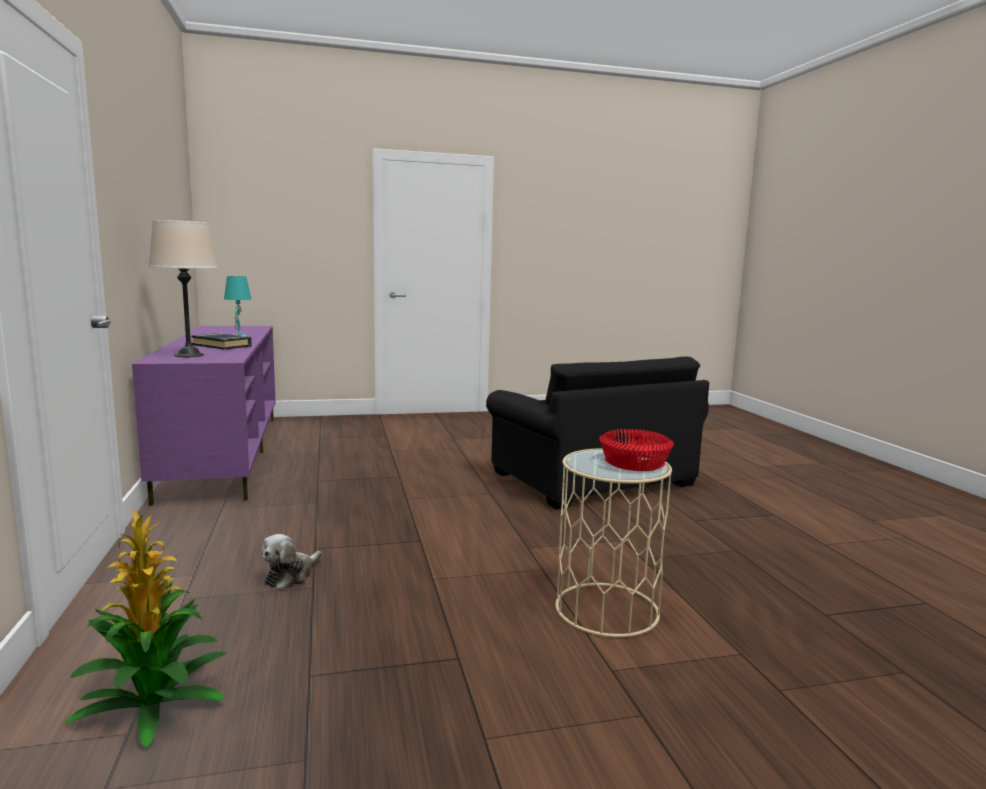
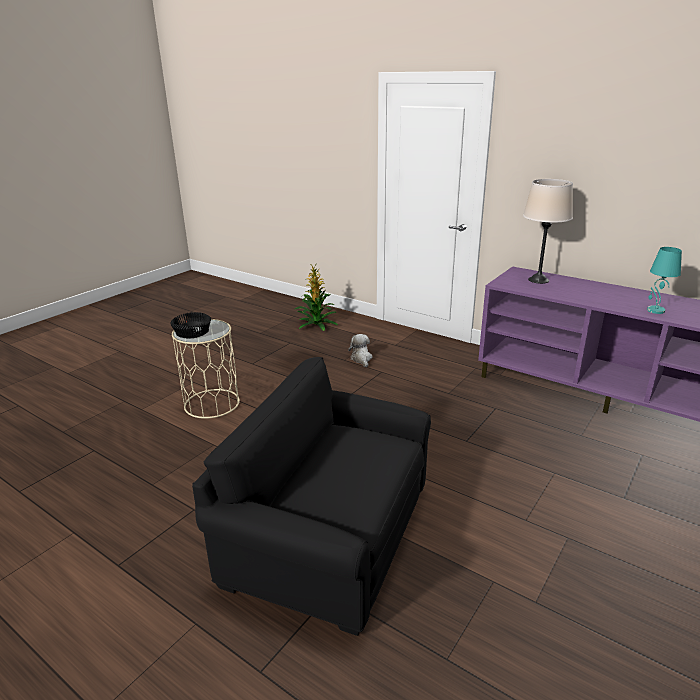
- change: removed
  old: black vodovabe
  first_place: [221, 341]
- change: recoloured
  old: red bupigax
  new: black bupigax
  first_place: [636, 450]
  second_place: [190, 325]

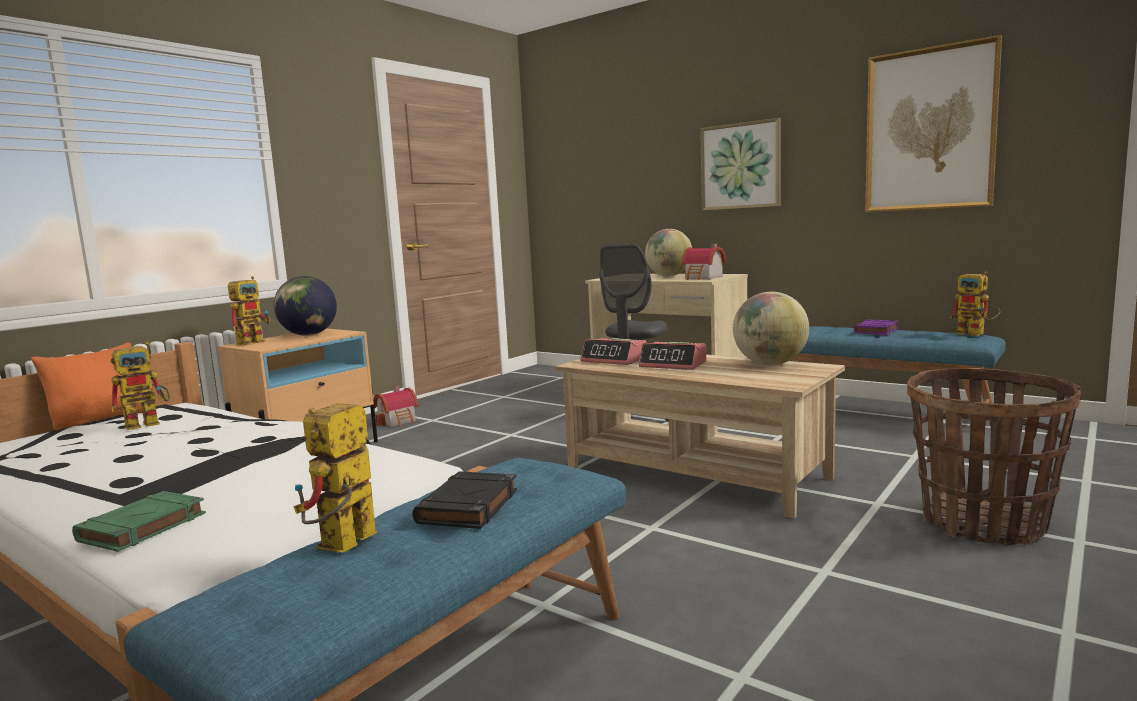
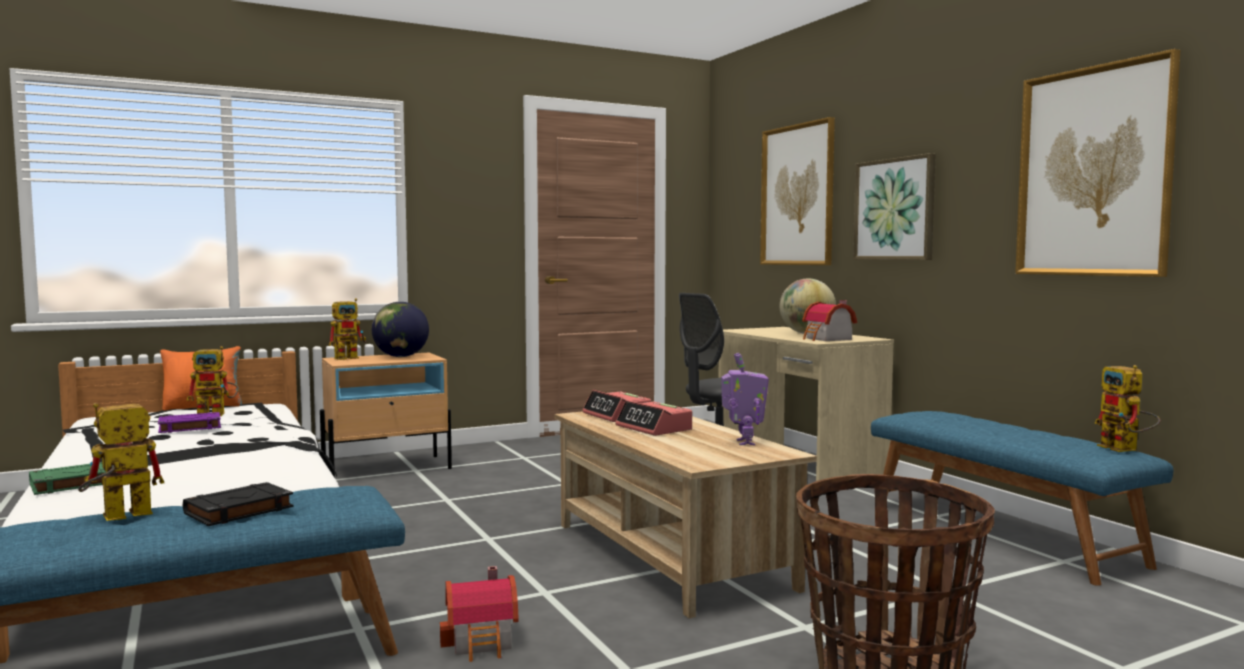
- change: moved
  old: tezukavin
  first_place: [395, 406]
  second_place: [479, 614]
- change: replaced
  old: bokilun
  new: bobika
  first_place: [771, 328]
  second_place: [745, 399]
- change: moved
  old: purple vodovabe
  first_place: [876, 327]
  second_place: [189, 422]
- change: added
  new: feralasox
  second_place: [797, 191]

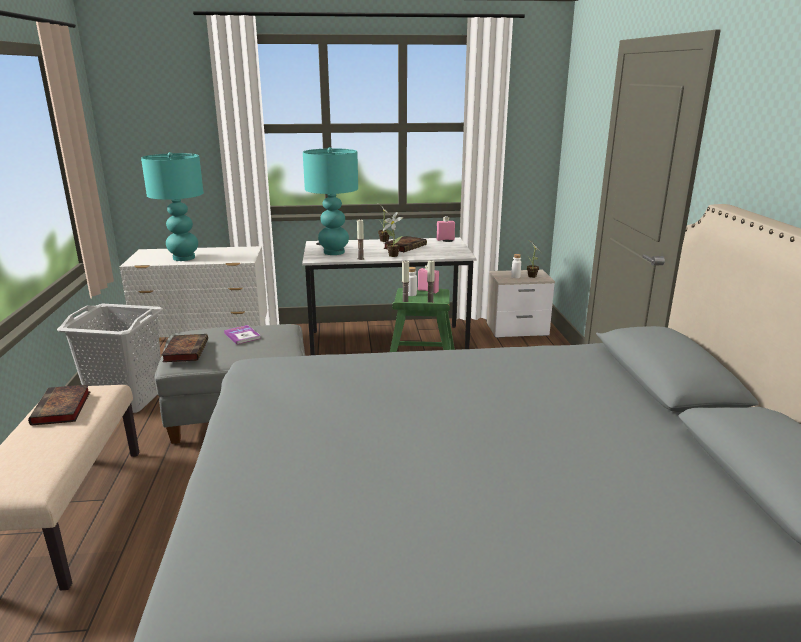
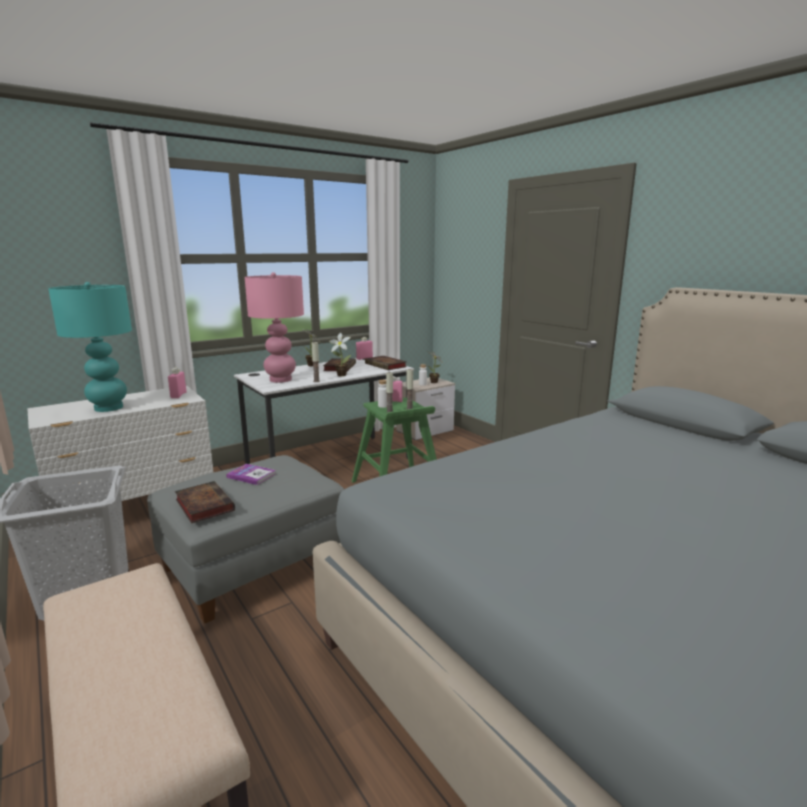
- change: moved
  old: vodovabe
  first_place: [59, 405]
  second_place: [386, 363]
- change: recoloured
  old: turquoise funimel
  new: pink funimel
  first_place: [330, 201]
  second_place: [274, 327]
- change: added
  new: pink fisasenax
  second_place: [177, 383]

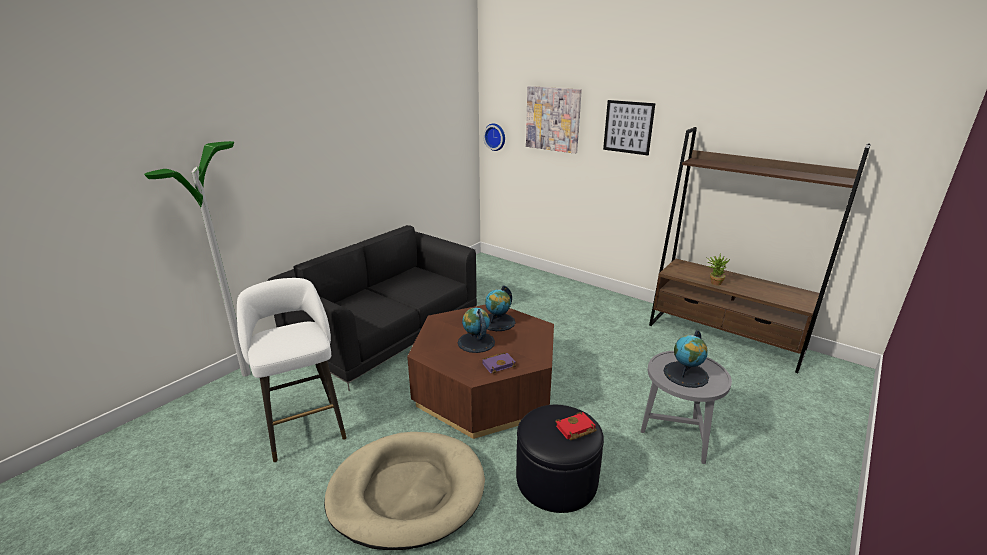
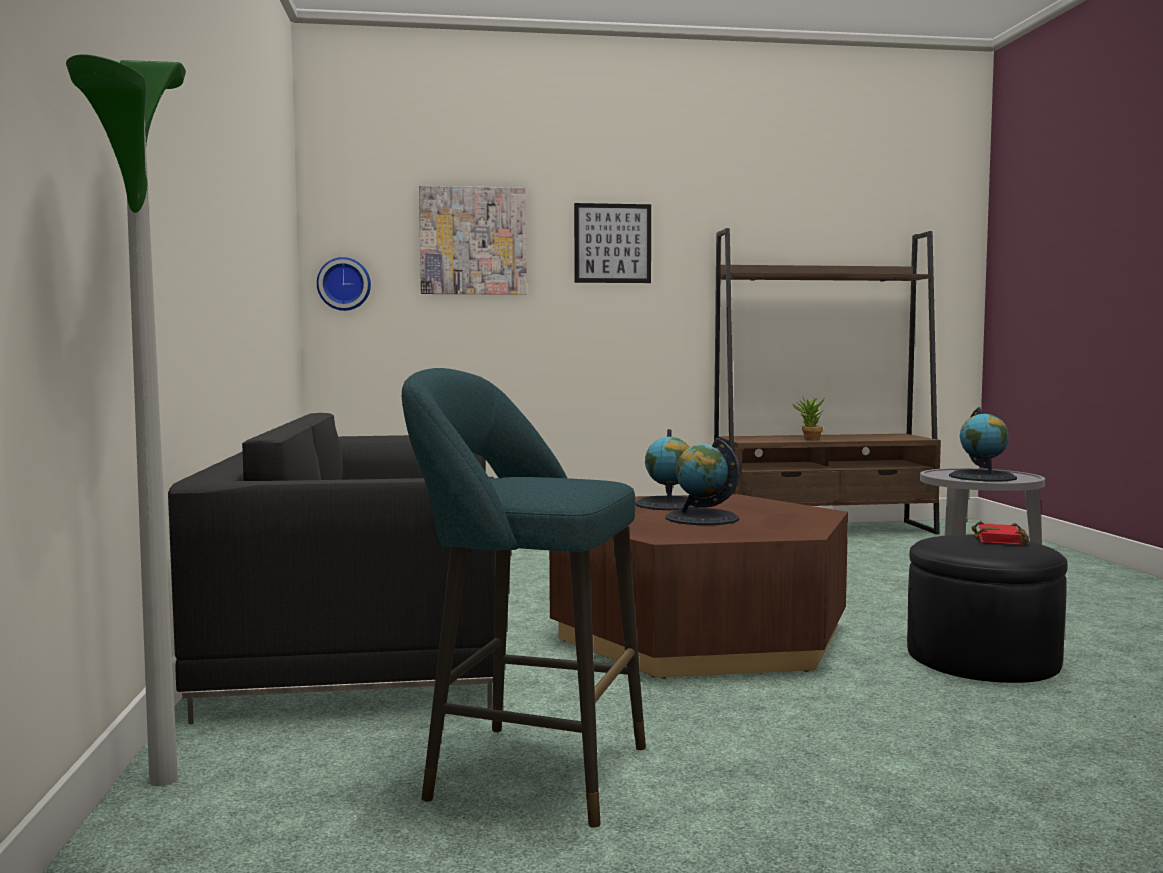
- change: recoloured
  old: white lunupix
  new: turquoise lunupix
  first_place: [292, 370]
  second_place: [524, 597]
- change: removed
  old: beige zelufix
  first_place: [404, 491]
- change: removed
  old: purple vodovabe
  first_place: [499, 363]

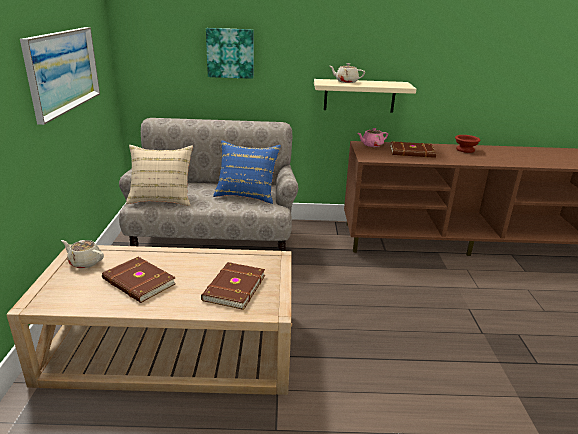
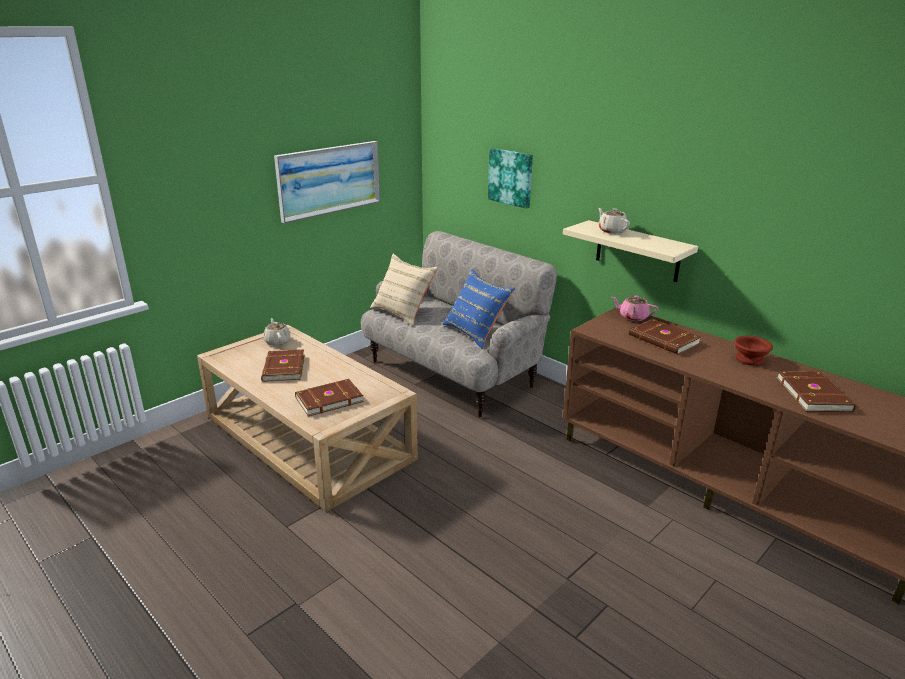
- change: added
  new: brown vodovabe
  second_place: [816, 391]

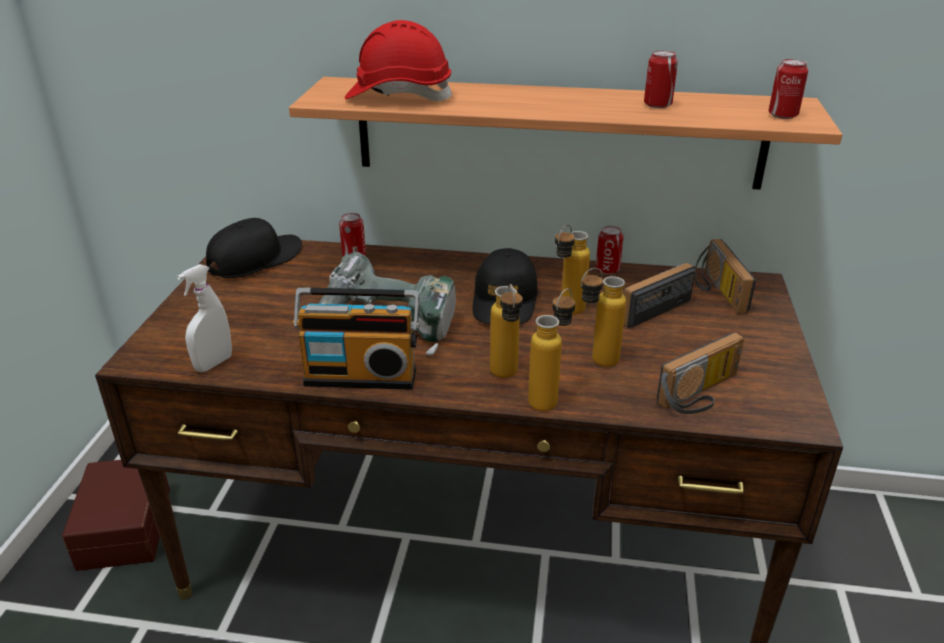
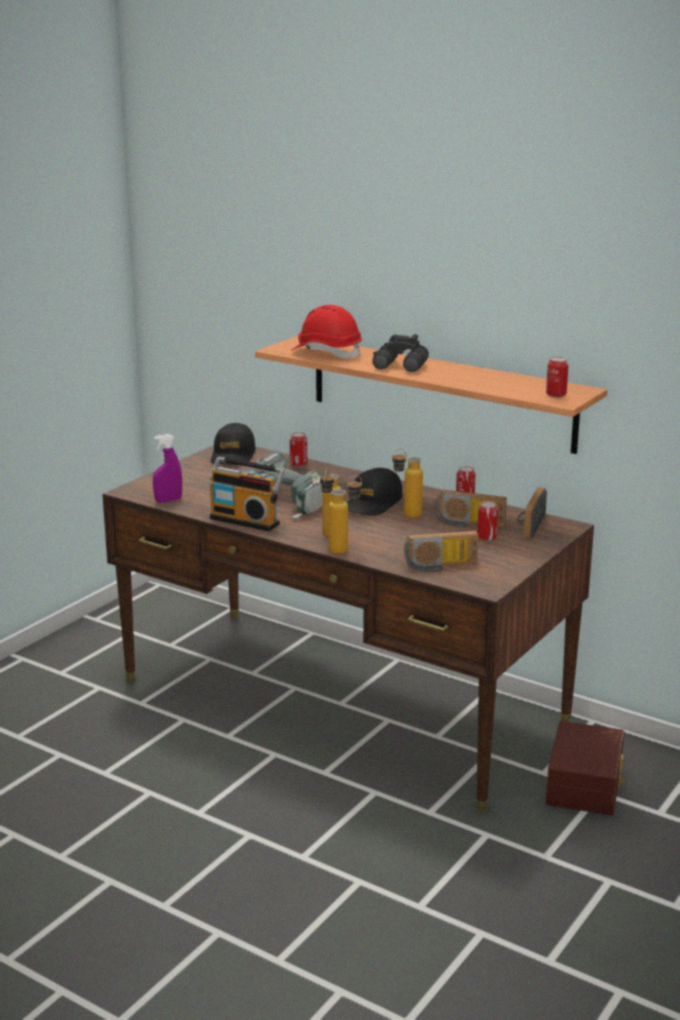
- change: moved
  old: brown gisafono
  first_place: [116, 515]
  second_place: [585, 768]
- change: recoloured
  old: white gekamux
  new: purple gekamux
  first_place: [204, 318]
  second_place: [167, 468]
- change: turned
  old: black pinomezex
  first_place: [254, 248]
  second_place: [233, 444]
  degrees: 120
- change: removed
  old: fisasenax
  first_place: [603, 317]
- change: turned
  old: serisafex
  first_place: [659, 295]
  second_place: [471, 508]
  degrees: -150
- change: moved
  old: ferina
  first_place: [661, 79]
  second_place: [487, 521]
- change: added
  new: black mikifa
  second_place: [400, 353]

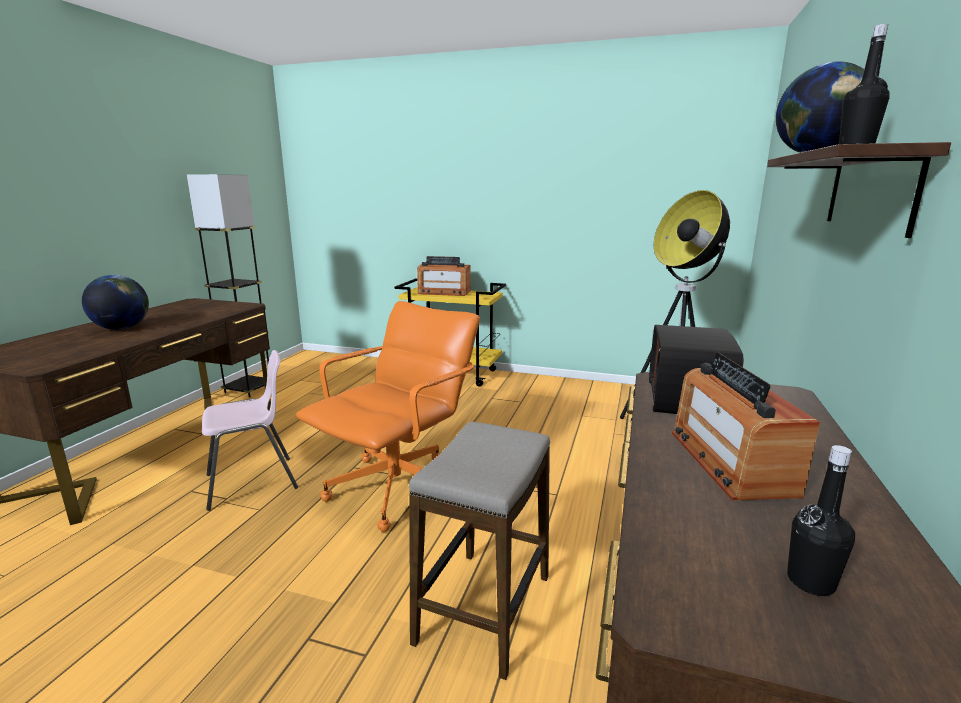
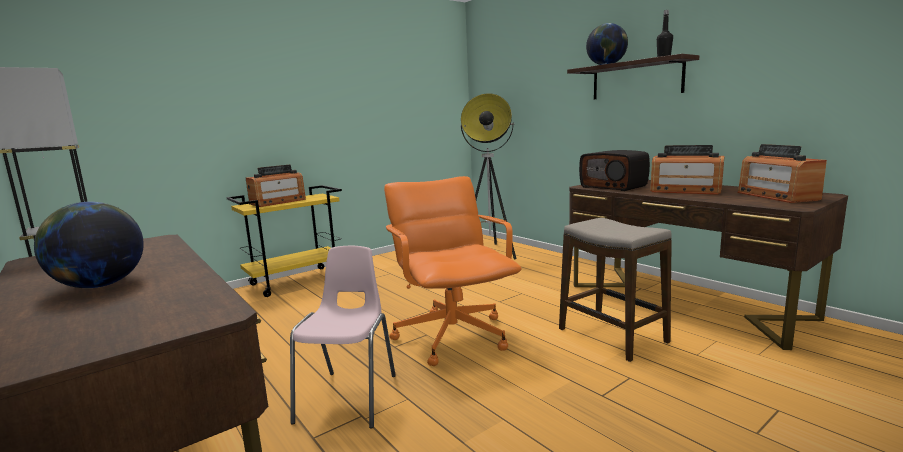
- change: replaced
  old: black fisasenax
  new: serisafex
  first_place: [821, 520]
  second_place: [782, 173]

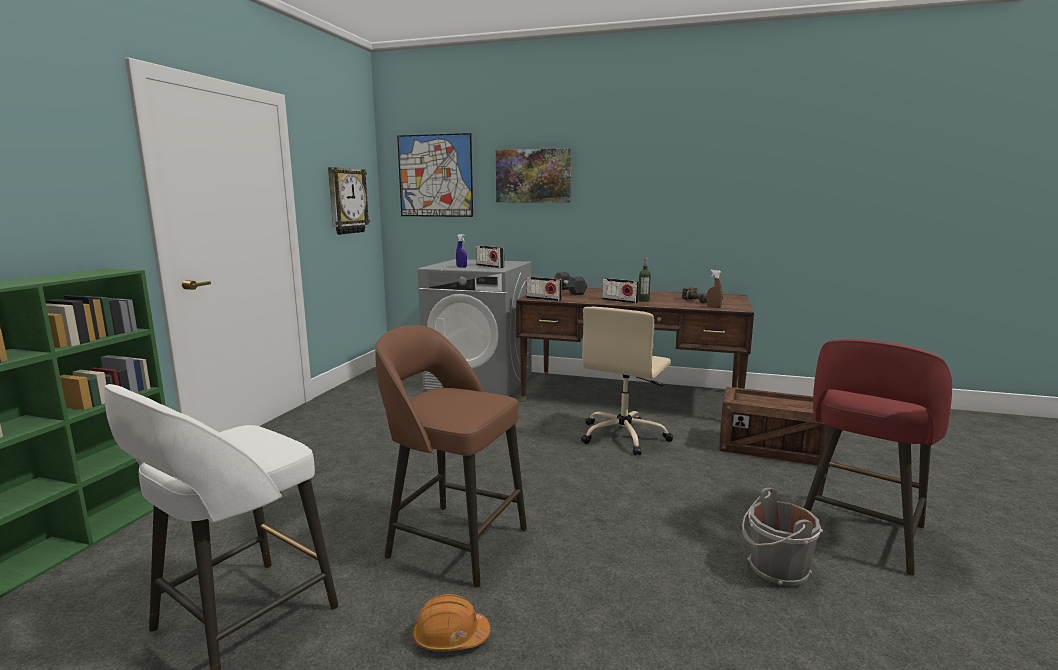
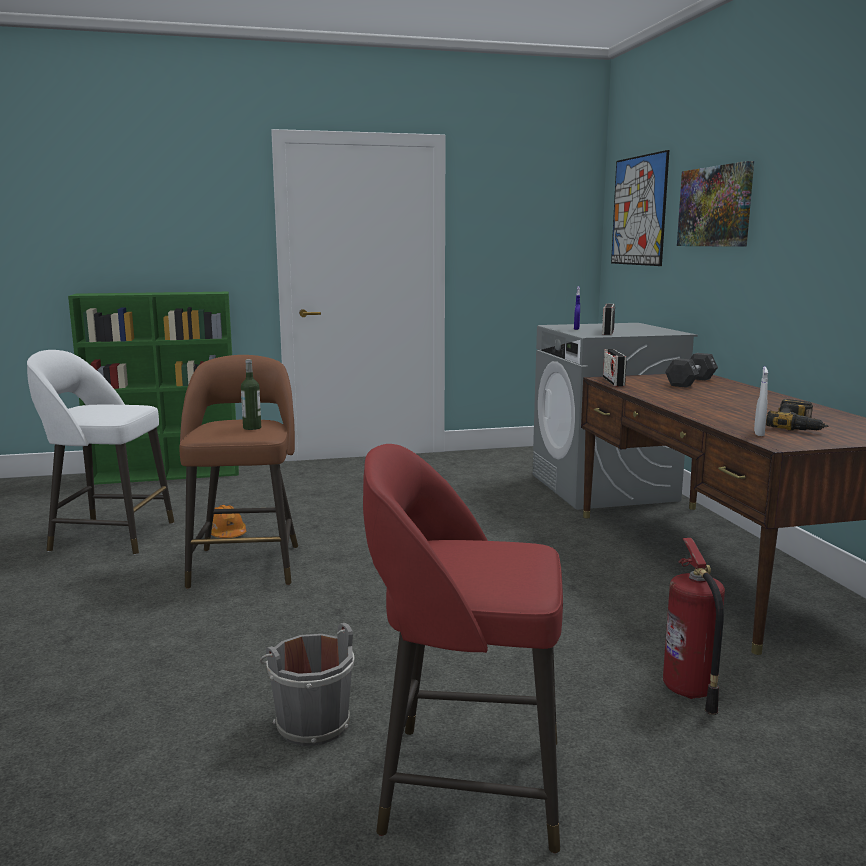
- change: removed
  old: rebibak
  first_place: [349, 201]
- change: moved
  old: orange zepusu
  first_place: [451, 622]
  second_place: [228, 521]
- change: removed
  old: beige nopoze
  first_place: [627, 381]
- change: removed
  old: serisafex
  first_place: [620, 291]
- change: moved
  old: fisasenax
  first_place: [644, 280]
  second_place: [251, 394]
- change: recoloured
  old: brown gekamux
  new: white gekamux
  first_place: [715, 289]
  second_place: [761, 401]
- change: replaced
  old: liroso
  new: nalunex
  first_place: [774, 427]
  second_place: [694, 626]

